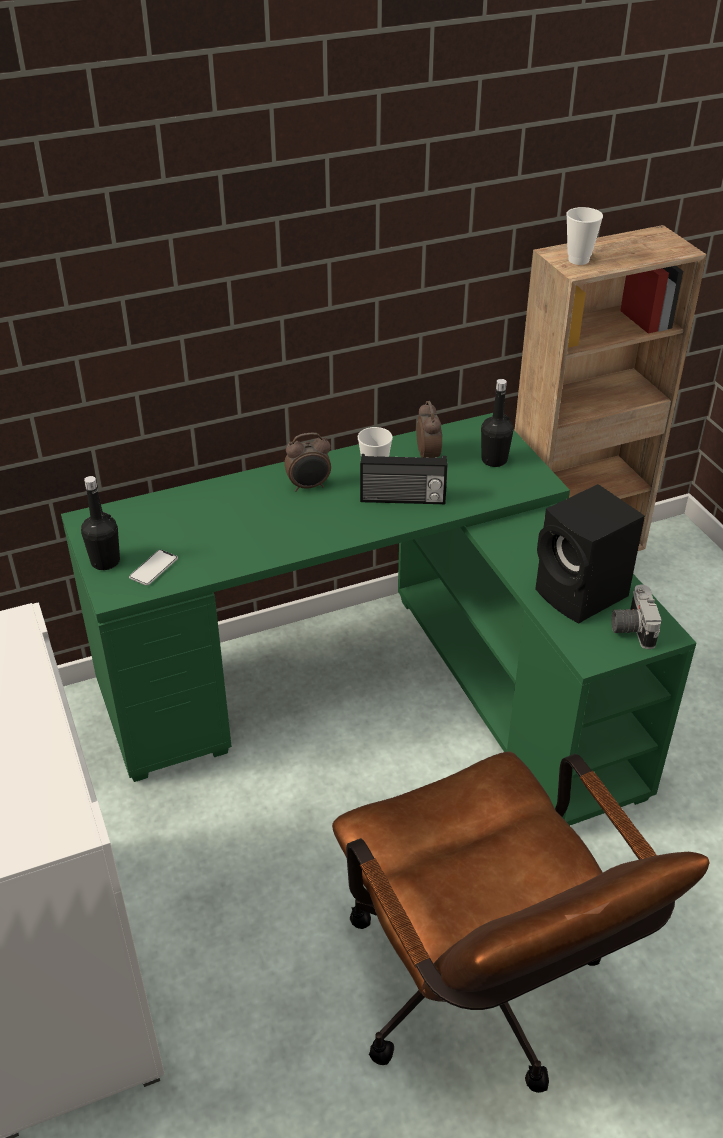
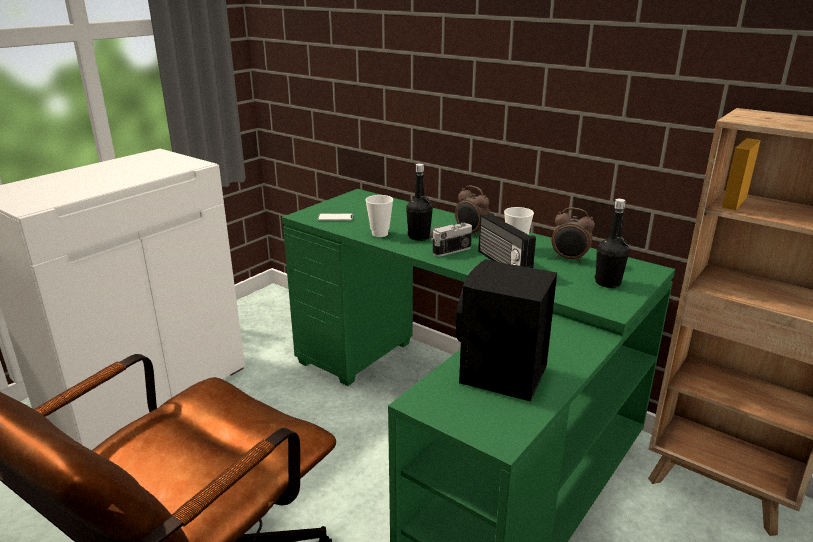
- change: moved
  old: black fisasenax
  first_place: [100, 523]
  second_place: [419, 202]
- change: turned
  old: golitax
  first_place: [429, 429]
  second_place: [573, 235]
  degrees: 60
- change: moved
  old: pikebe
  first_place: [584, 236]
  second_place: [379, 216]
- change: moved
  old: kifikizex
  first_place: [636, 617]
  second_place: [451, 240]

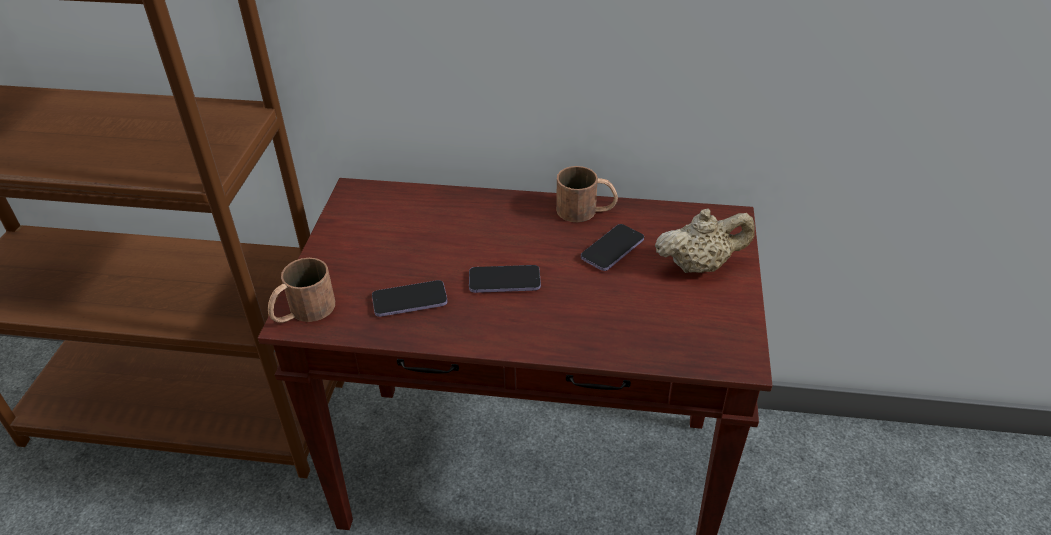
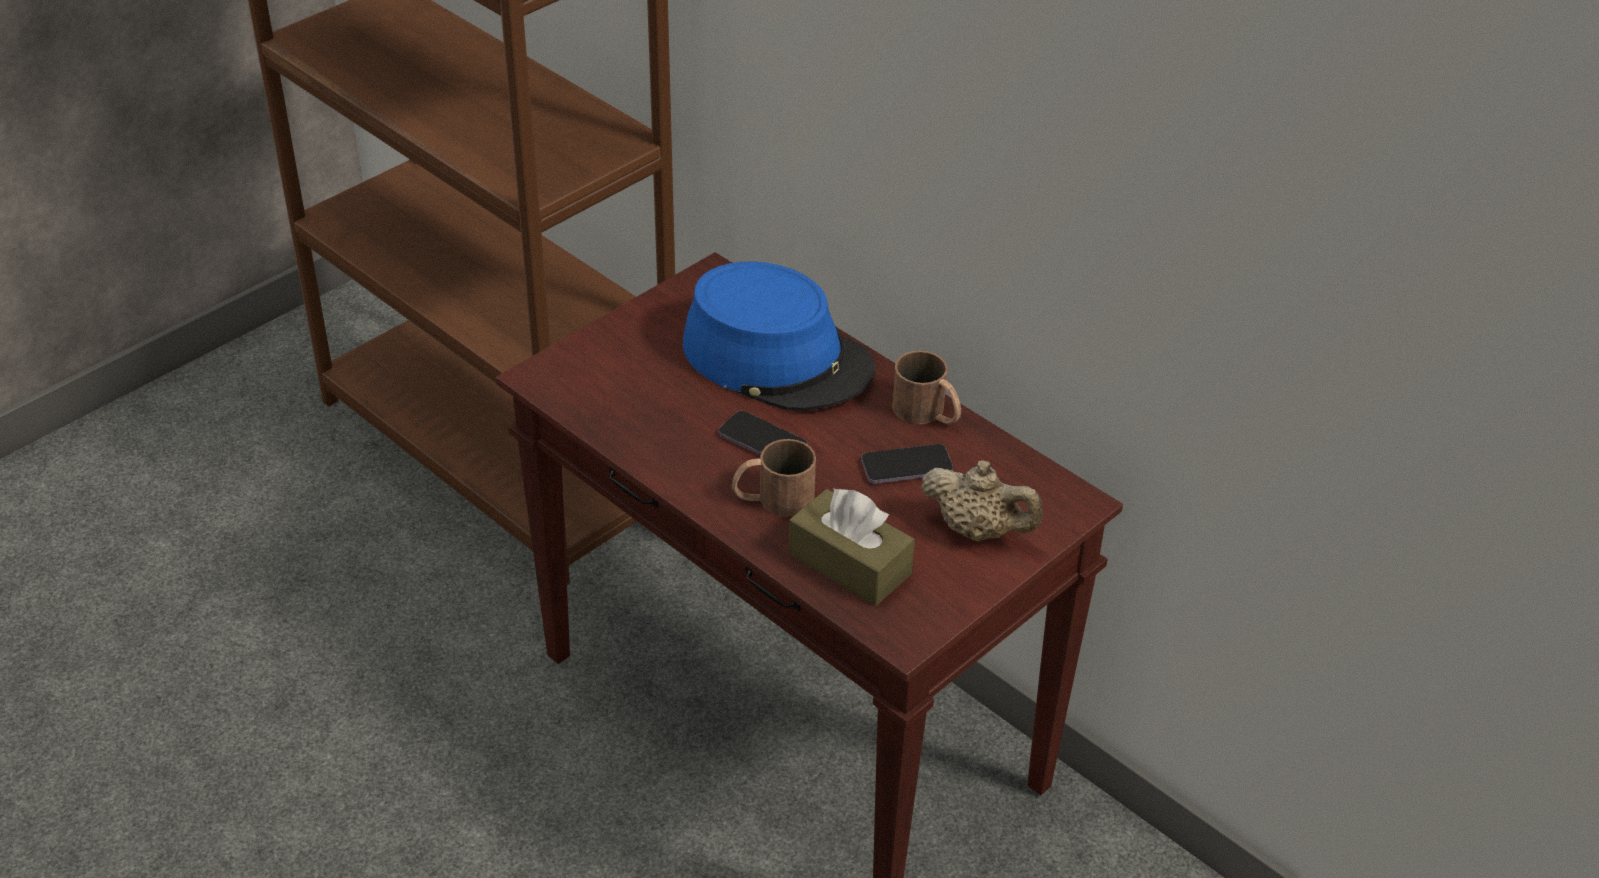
- change: moved
  old: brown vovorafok
  first_place: [301, 290]
  second_place: [774, 478]
- change: removed
  old: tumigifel
  first_place: [410, 298]
- change: added
  new: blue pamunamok
  second_place: [779, 336]
- change: added
  new: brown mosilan
  second_place: [852, 547]

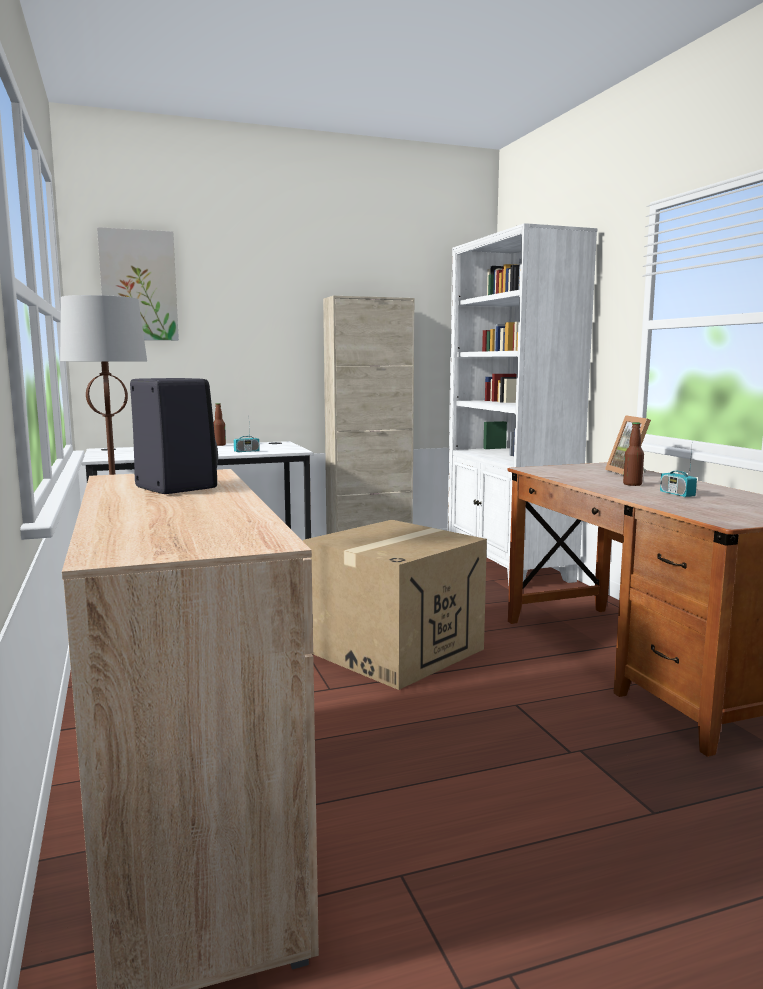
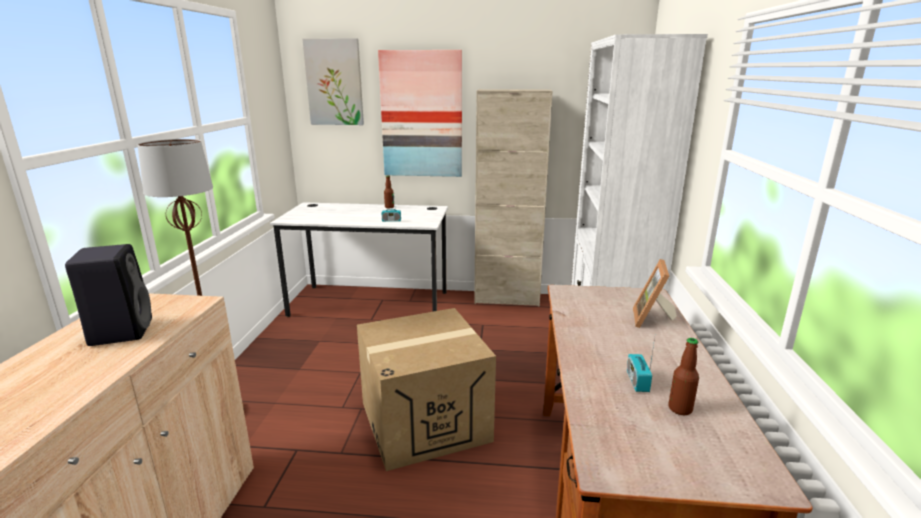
- change: moved
  old: fisasenax
  first_place: [633, 454]
  second_place: [684, 377]
- change: added
  new: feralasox
  second_place: [420, 113]

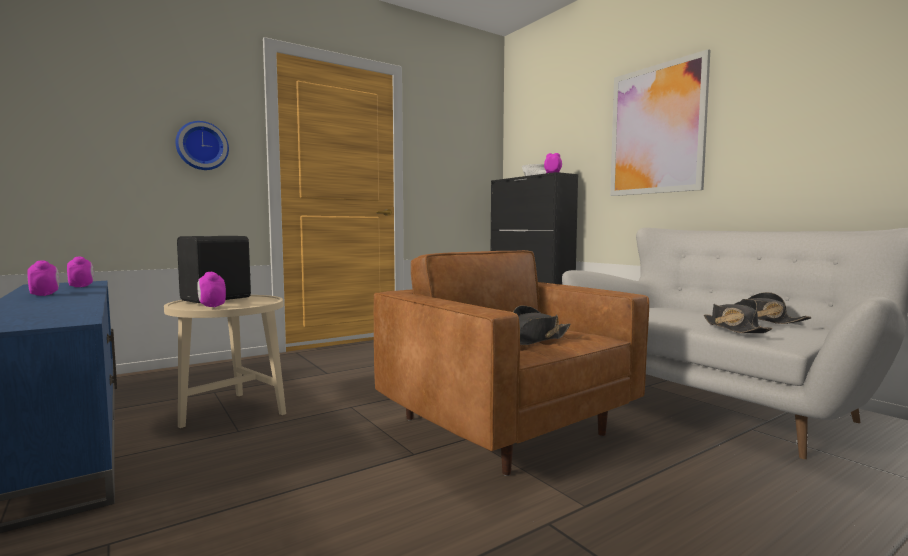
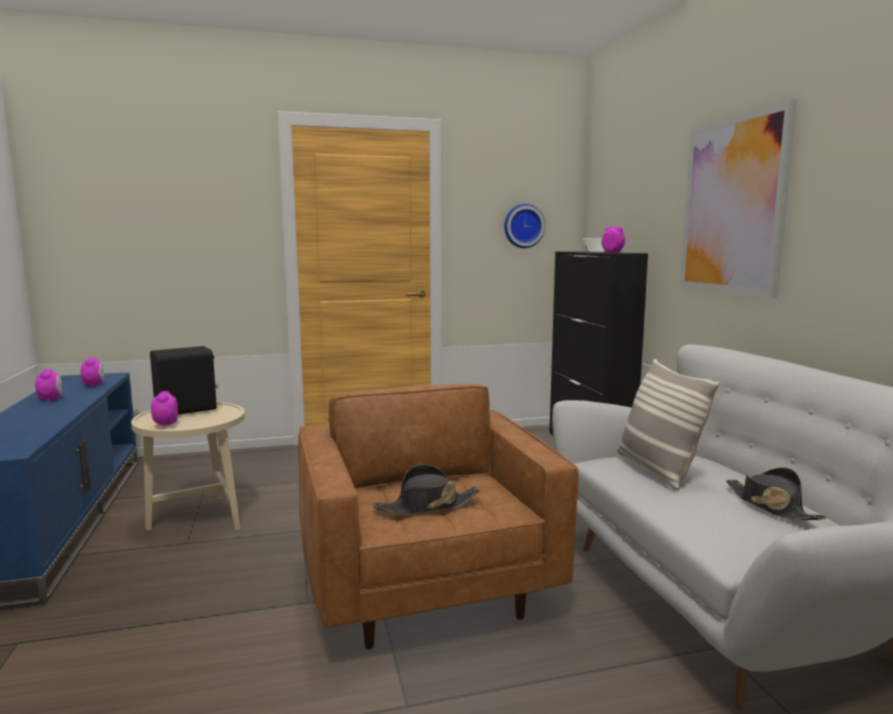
- change: moved
  old: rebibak
  first_place: [202, 145]
  second_place: [524, 226]
- change: removed
  old: black pamunamok
  first_place: [738, 316]
- change: added
  new: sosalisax
  second_place: [668, 424]

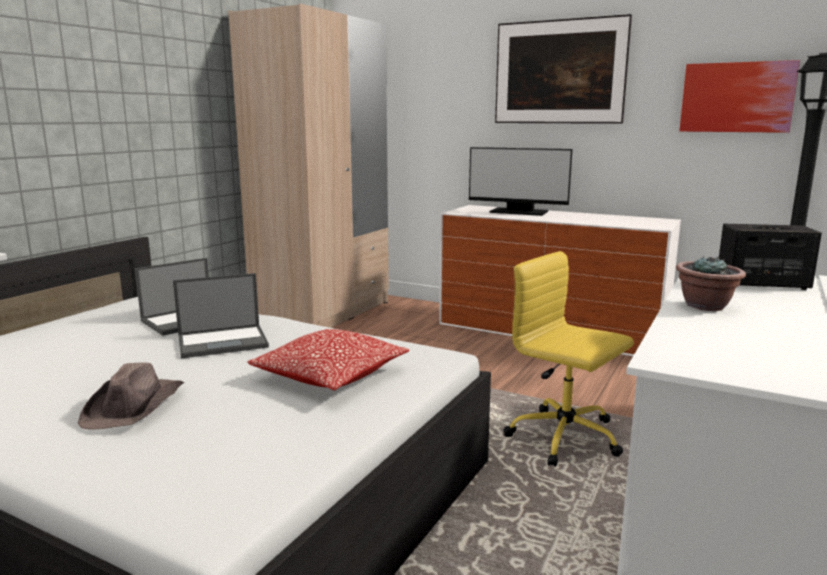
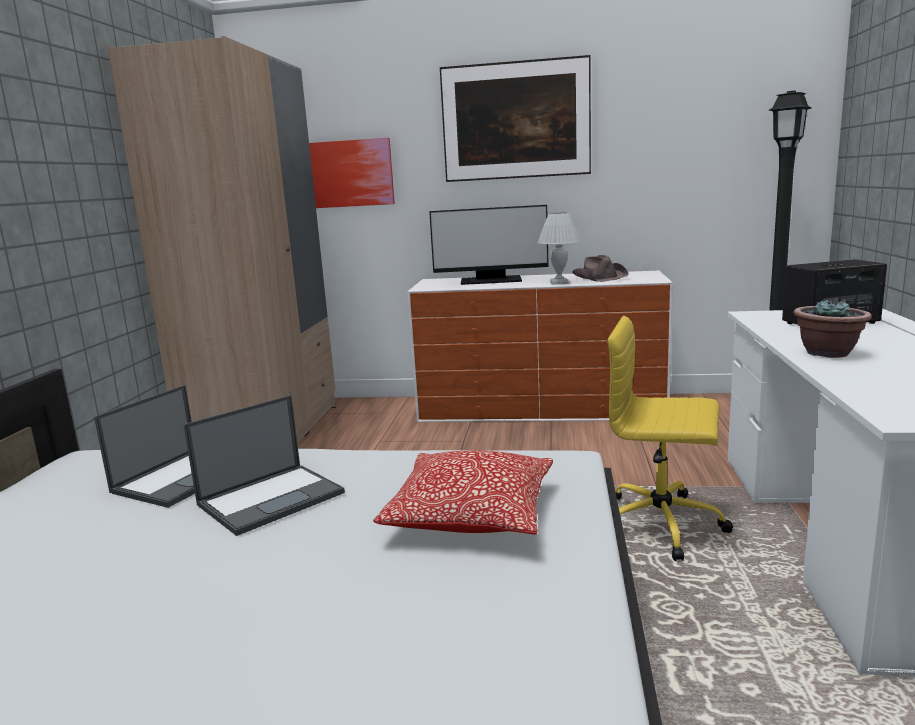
- change: moved
  old: brown pamunamok
  first_place: [131, 396]
  second_place: [600, 268]
- change: moved
  old: feralasox
  first_place: [739, 96]
  second_place: [352, 173]
- change: added
  new: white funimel
  second_place: [559, 248]

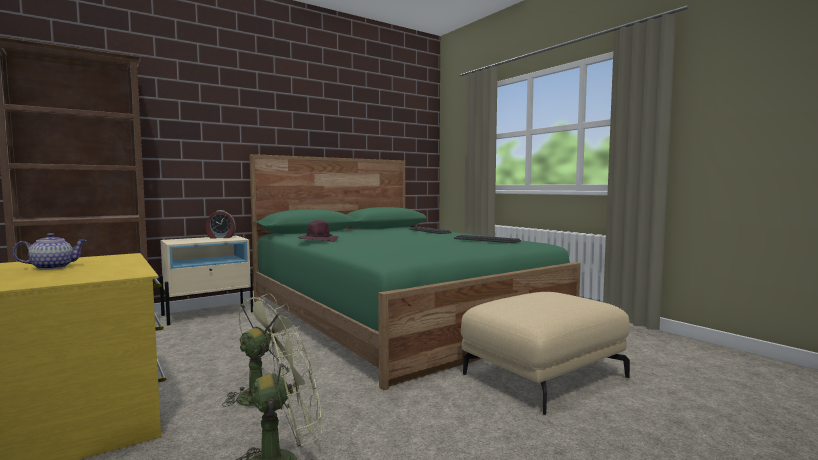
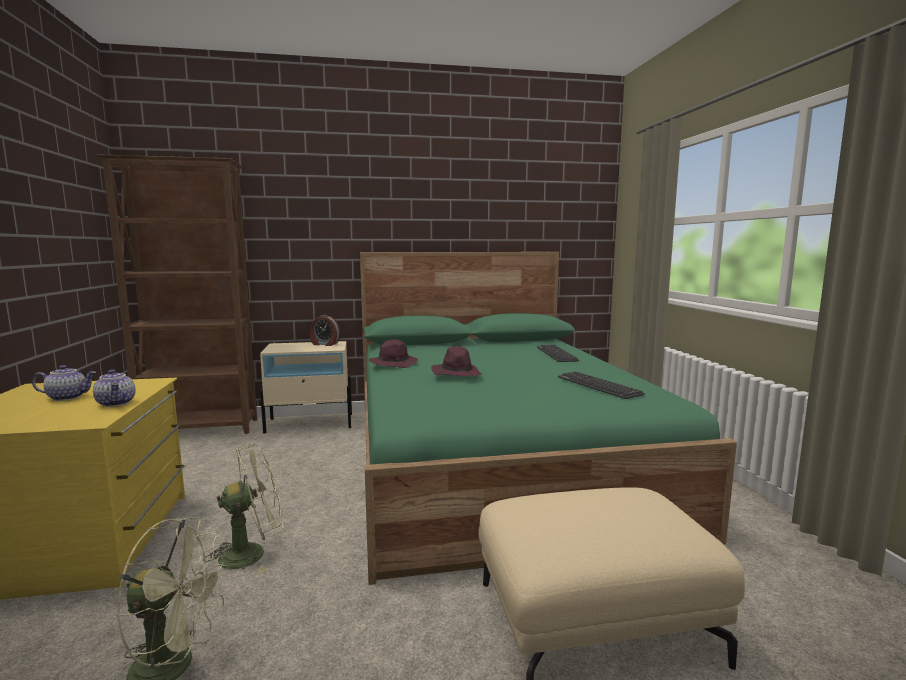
- change: added
  new: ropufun
  second_place: [114, 388]
- change: added
  new: purple pamunamok
  second_place: [456, 361]

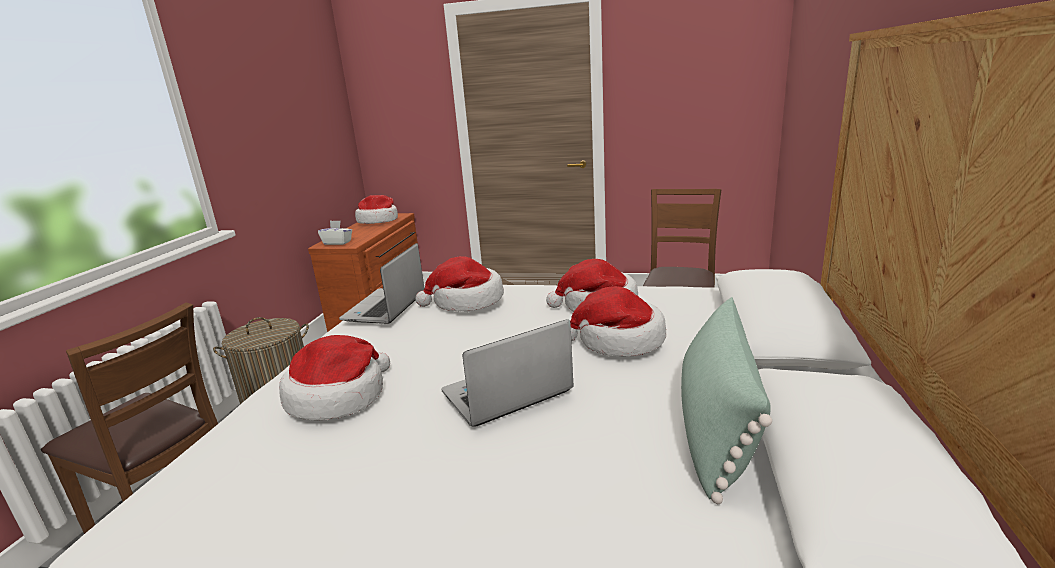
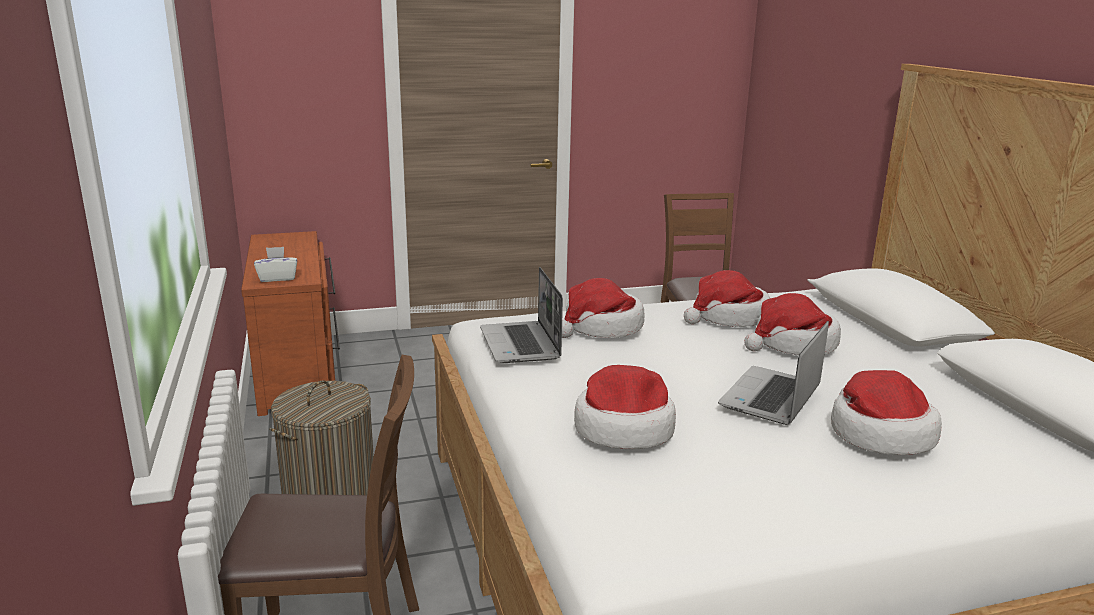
- change: moved
  old: pamunamok
  first_place: [376, 209]
  second_place: [886, 412]
- change: removed
  old: green sosalisax
  first_place: [726, 400]

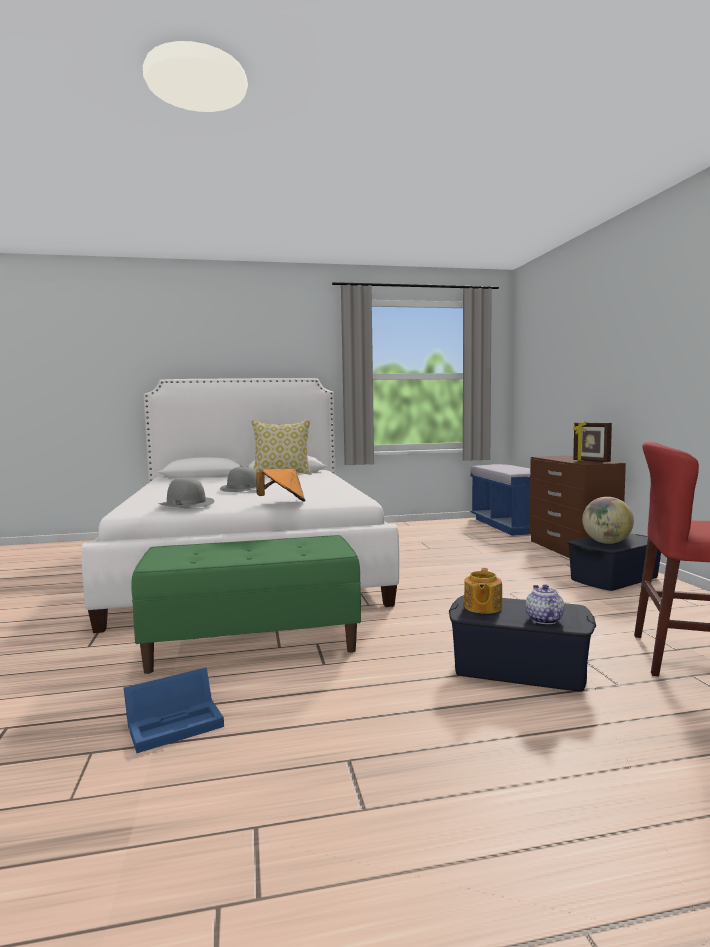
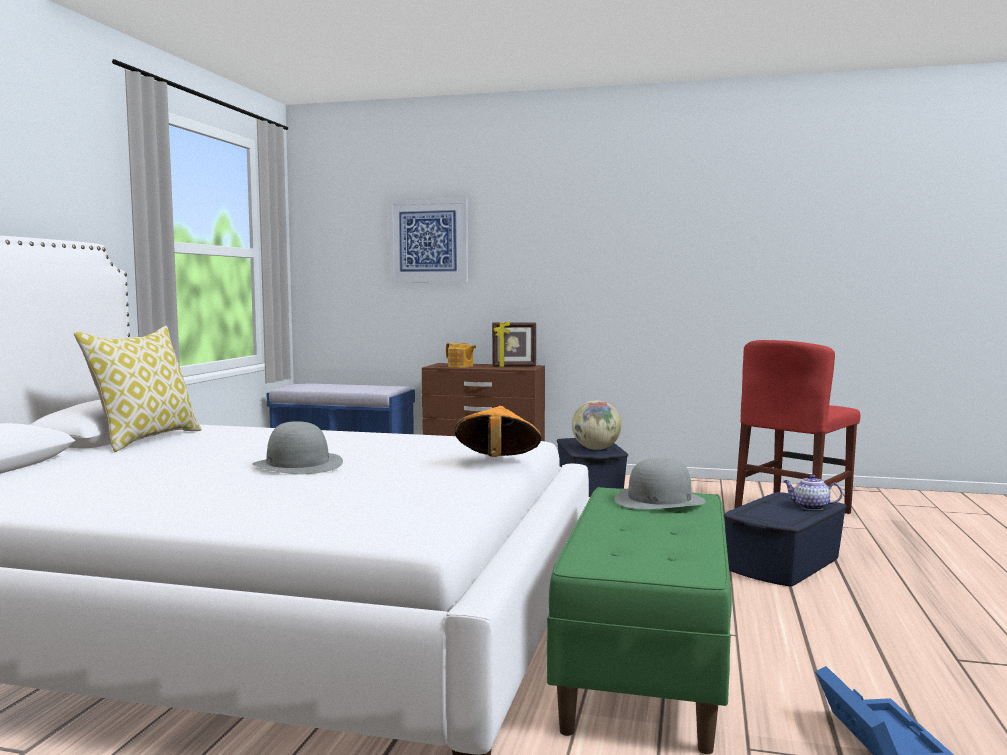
- change: moved
  old: grey pamunamok
  first_place: [186, 492]
  second_place: [660, 483]
- change: moved
  old: ropufun
  first_place: [483, 591]
  second_place: [461, 355]
- change: added
  new: feralasox
  second_place: [428, 240]

